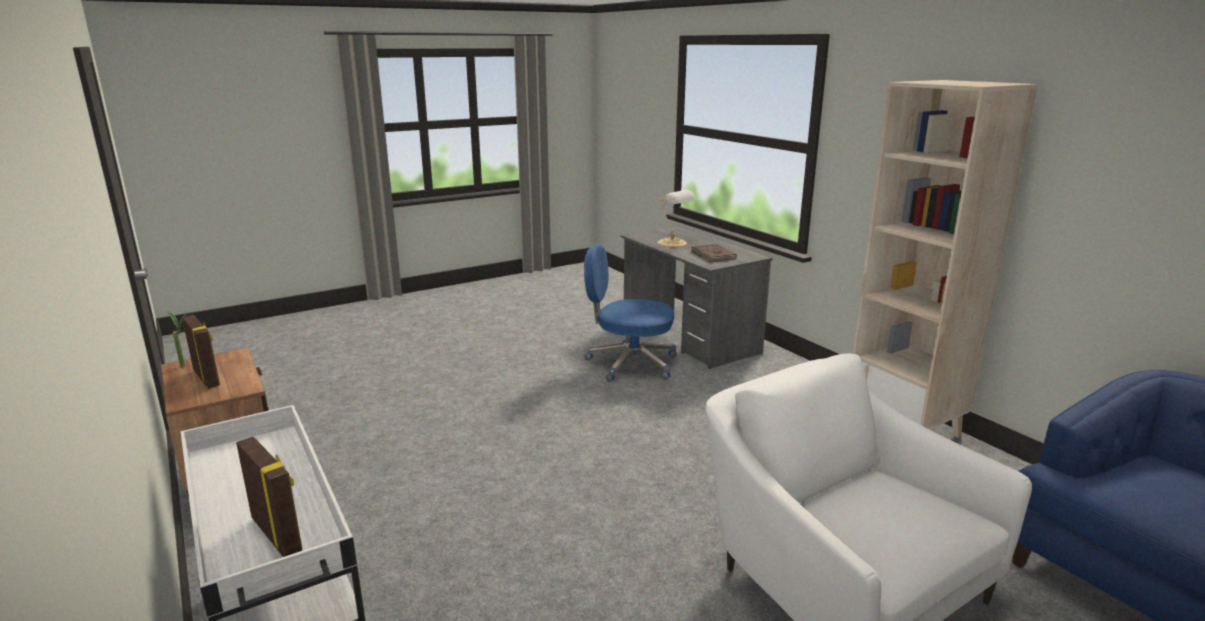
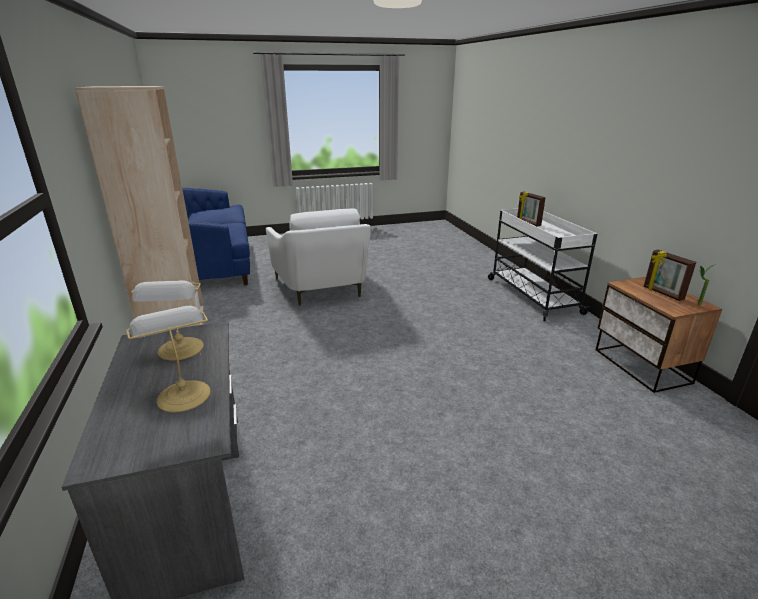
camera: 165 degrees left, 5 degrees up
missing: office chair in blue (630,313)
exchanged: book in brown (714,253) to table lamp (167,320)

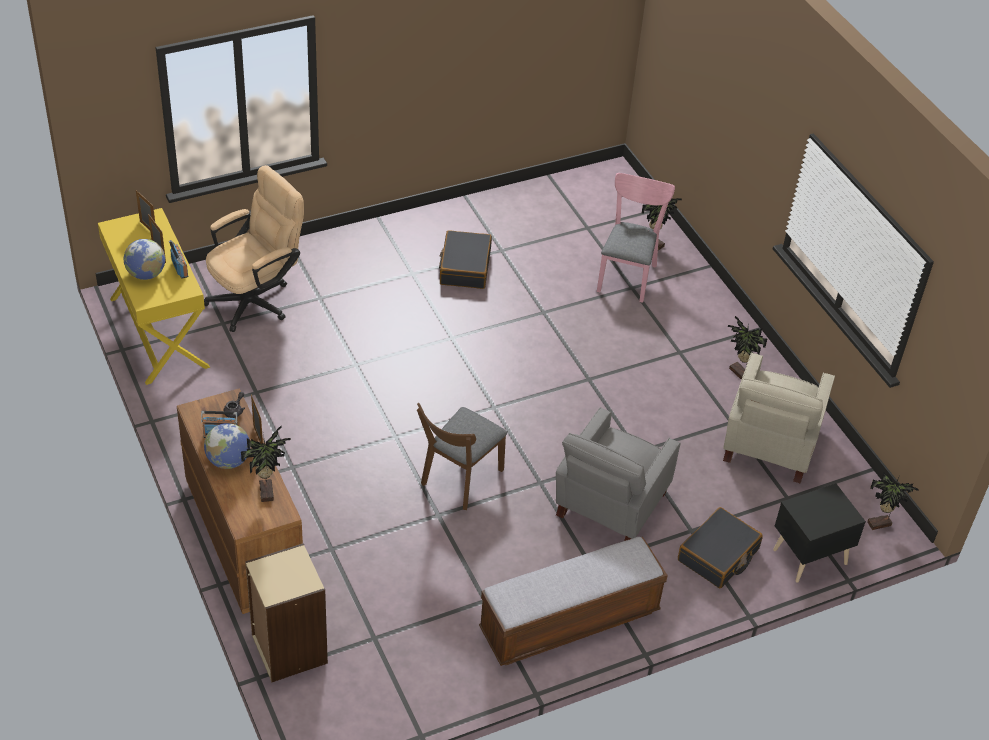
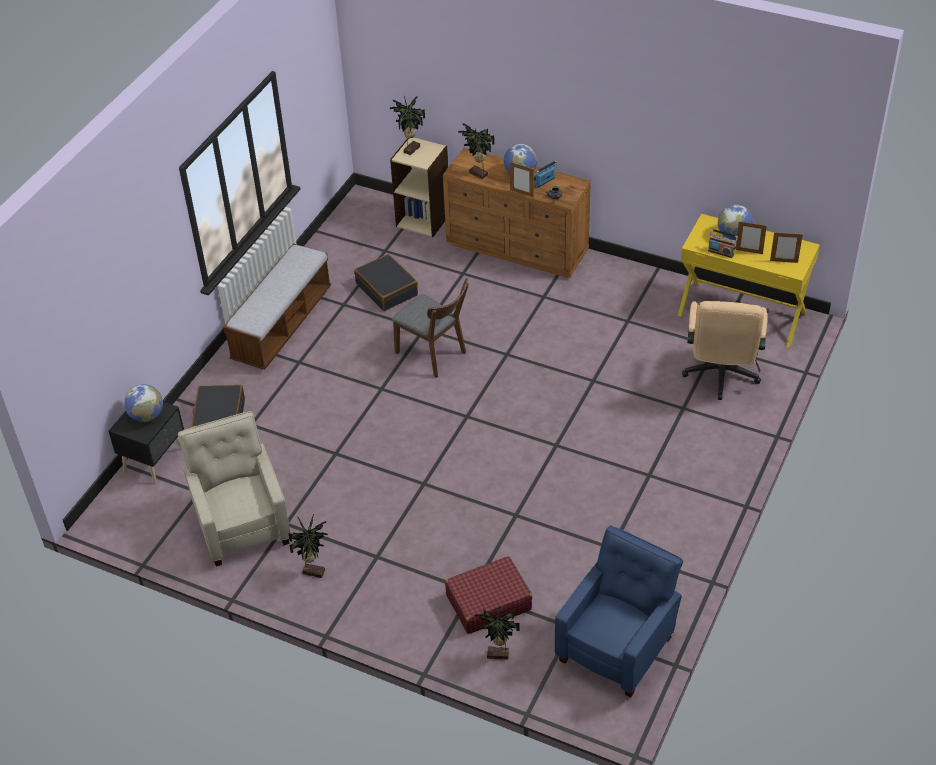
camera: 145 degrees right, 0 degrees up
missing: armchair in grey (618,474)
appeared: globe (143,403); armchair in blue (619,612)
relocated: suitcase in black (465,259) to (386,282); potted plant (893,501) to (407,125)
exchanged: chair in pink (636,238) to suitcase in red (488,595)
spun: chair in brown (462,456) = (430,328) 135 degrees clockwise

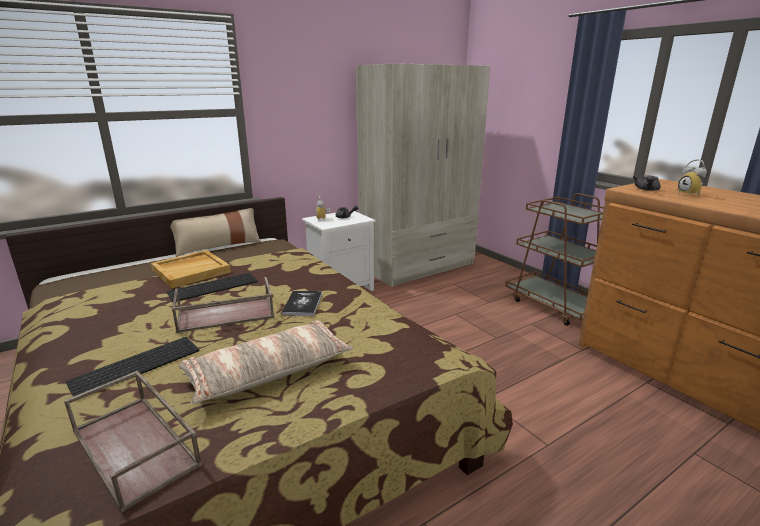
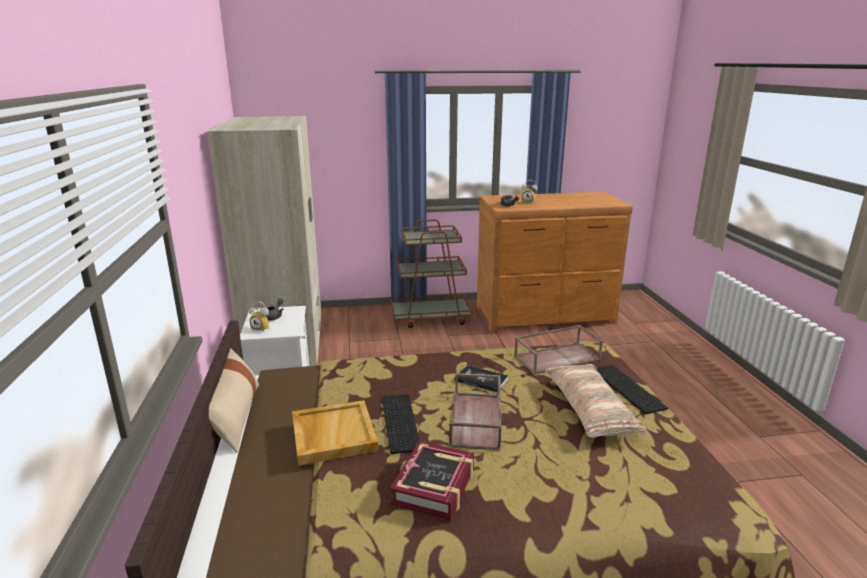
camera: 65 degrees left, 0 degrees up
appeared: book (432,481)
relocated: keyboard (132,367) to (632,389); tray in brown (133,441) to (558,349)

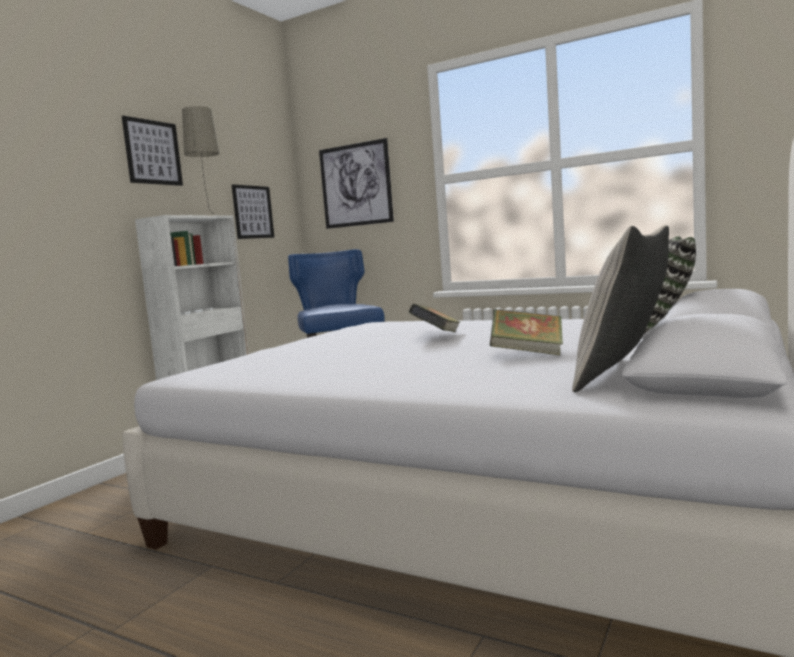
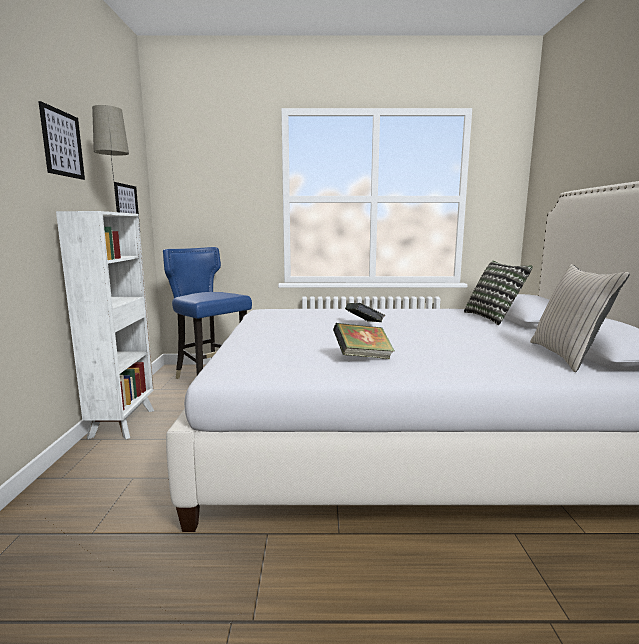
camera: 30 degrees left, 5 degrees up
missing: picture (356,183)
relocated: book (526,332) to (364,341)

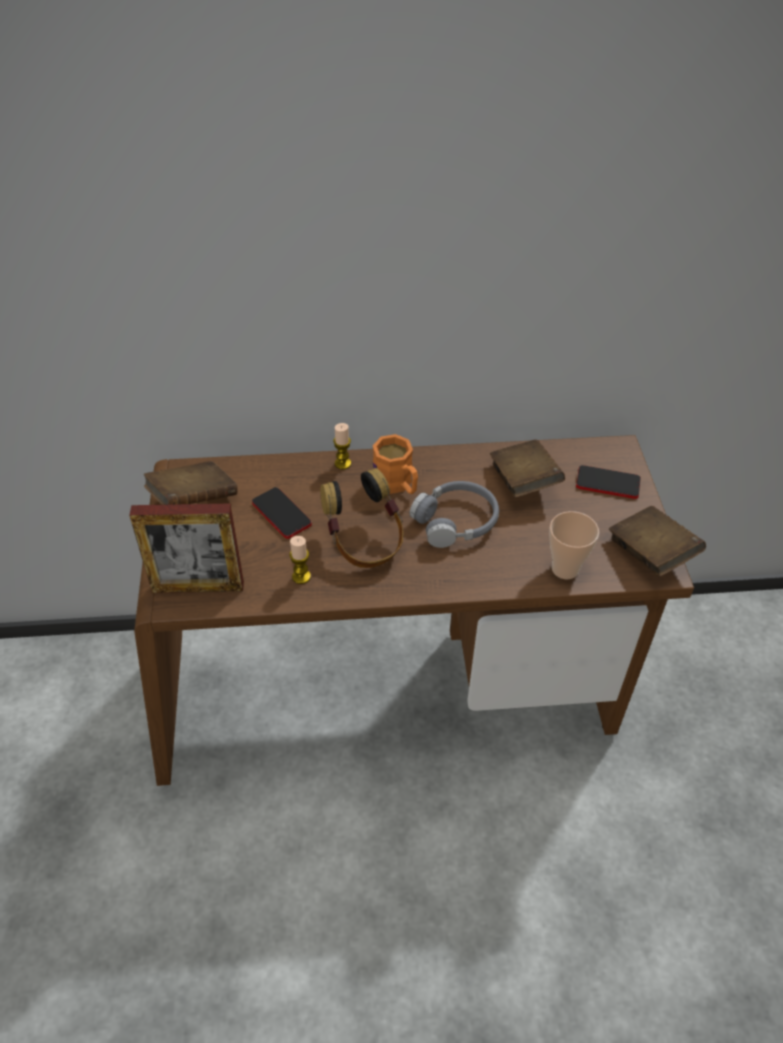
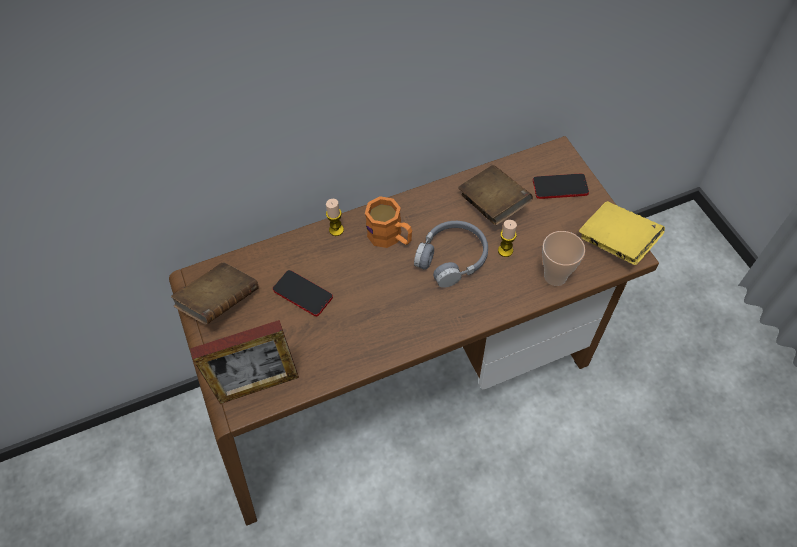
camera: 15 degrees left, 10 degrees up
missing: headphones (362,518)
relocated: candle (300,560) to (507,238)
colour: book in brown (657,541) to book in yellow (622,233)

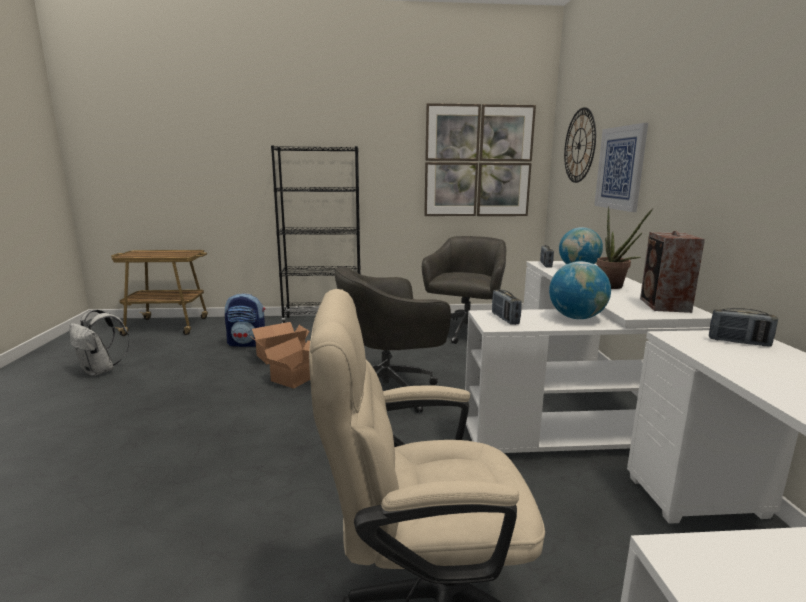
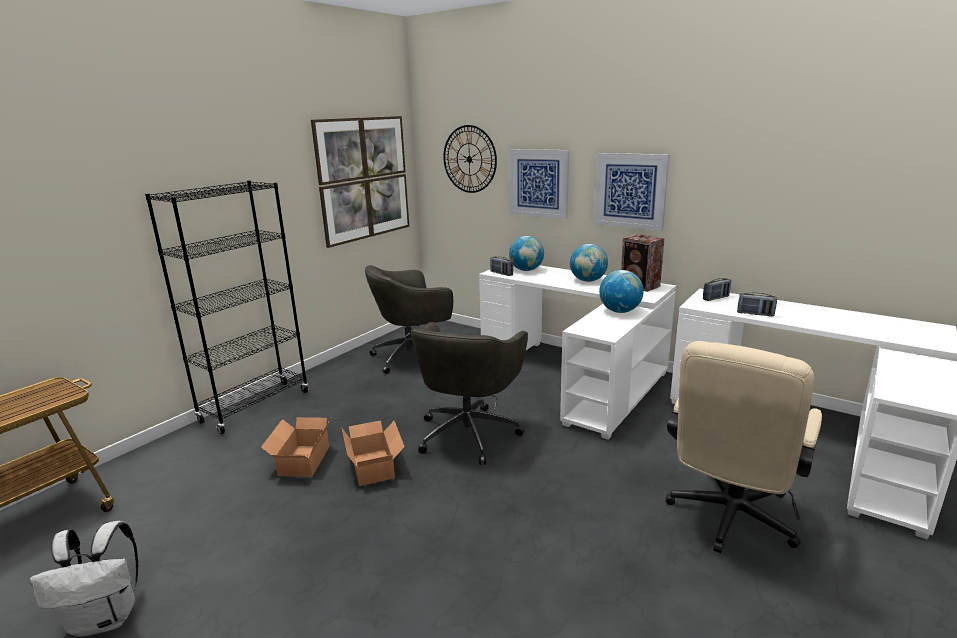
camera: 50 degrees left, 5 degrees up
missing: backpack (245,320)
appeared: picture (632,192)
relocated: radio (507,307) to (757,304)
exchanged: potted plant (625,247) to globe (589,263)
spun: office chair in grey (464,290) = (409,319) 90 degrees counterclockwise

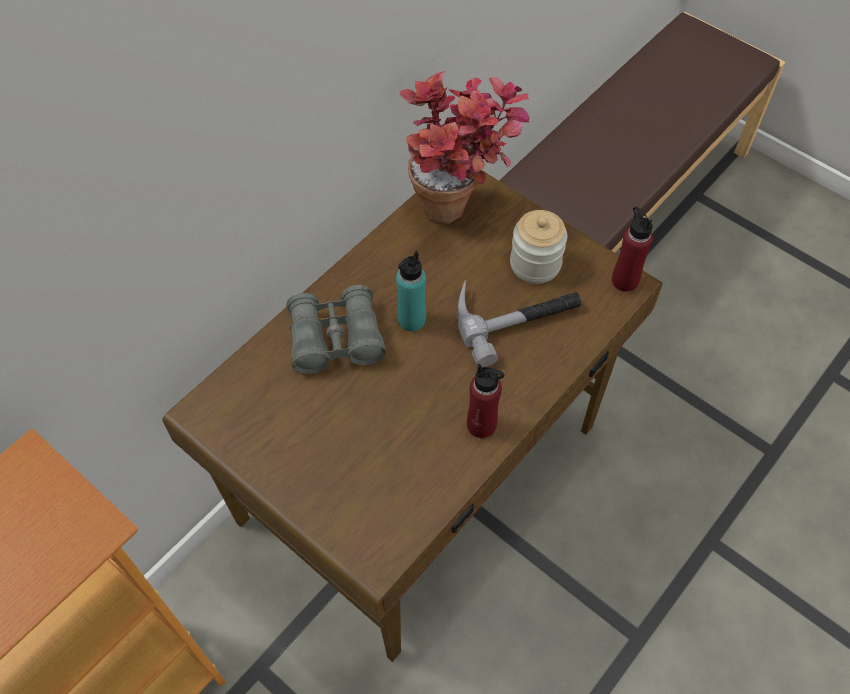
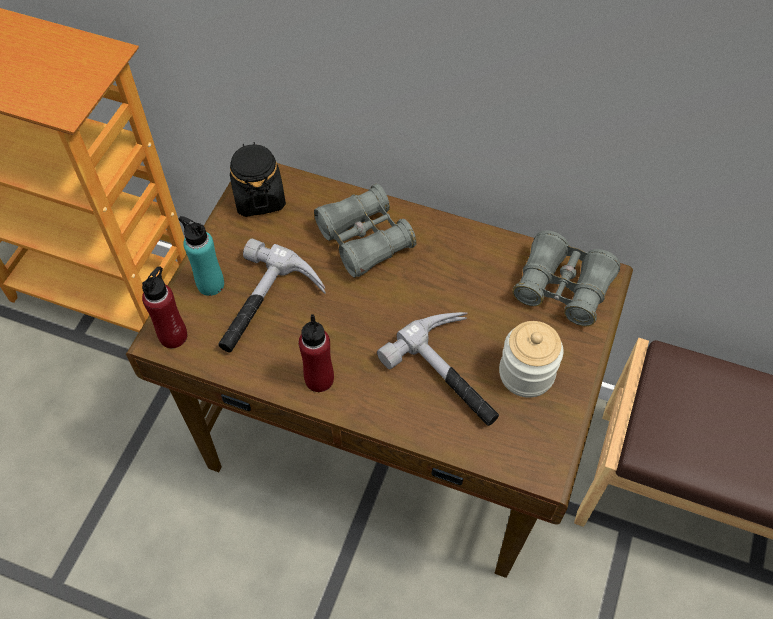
camera: 70 degrees right, 0 degrees up
appeared: jar in black (258,179); hammer (272,295)
relocated: bottle in red (632,249) to (164,307); bottle in turquoise (411,291) to (201,256)
exchanged: potted plant (464,147) to binoculars in grey (567,278)

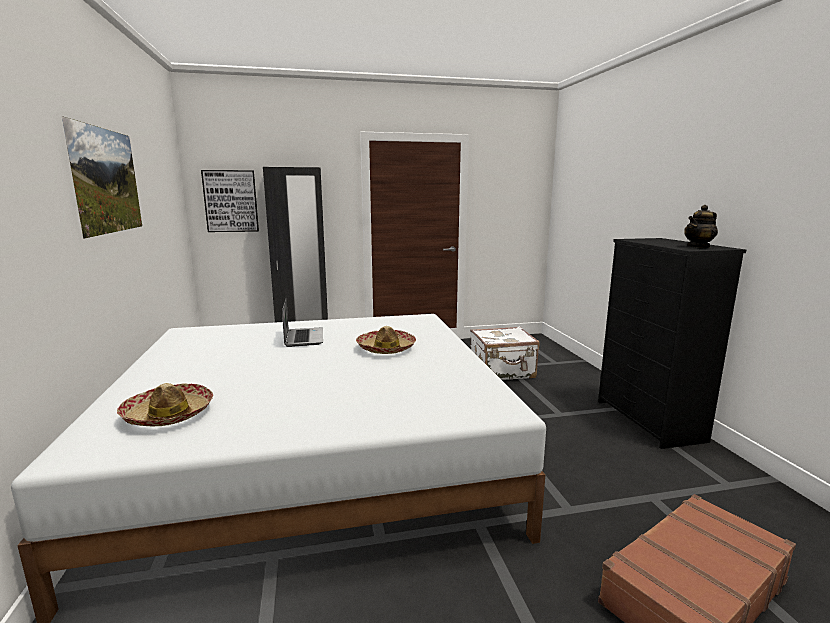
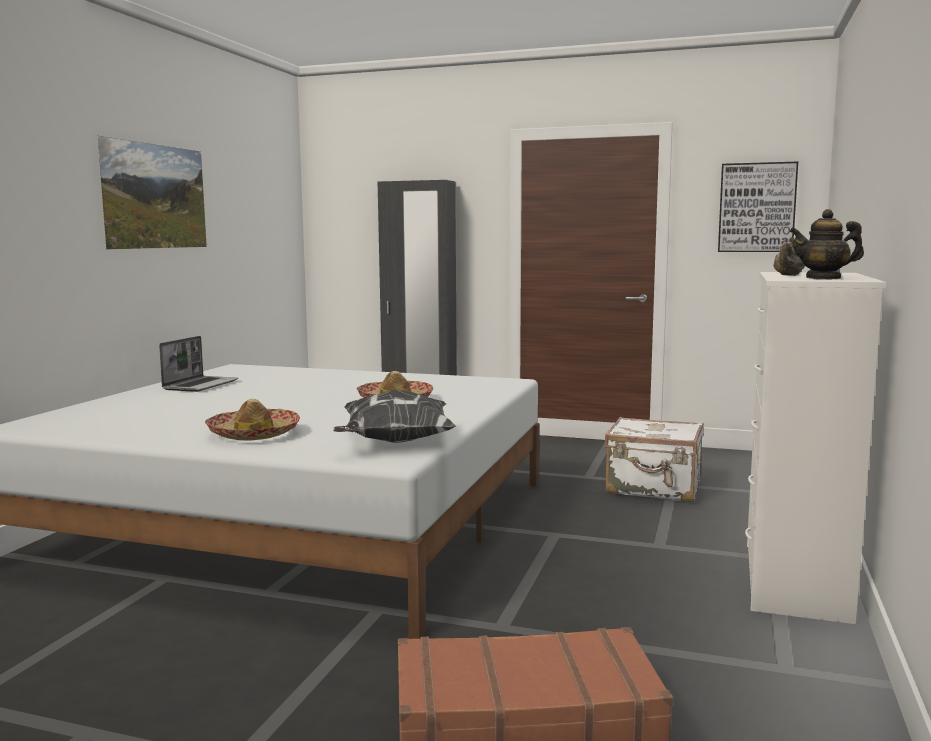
camera: 30 degrees right, 5 degrees down
appeared: teapot in beige (789,256); pillow (394,416)
relocated: picture (230,201) to (758,207); laptop (302,323) to (198,364); hat (165,405) to (252,420)
colour: dresser in black (672,343) to dresser in white (816,448)

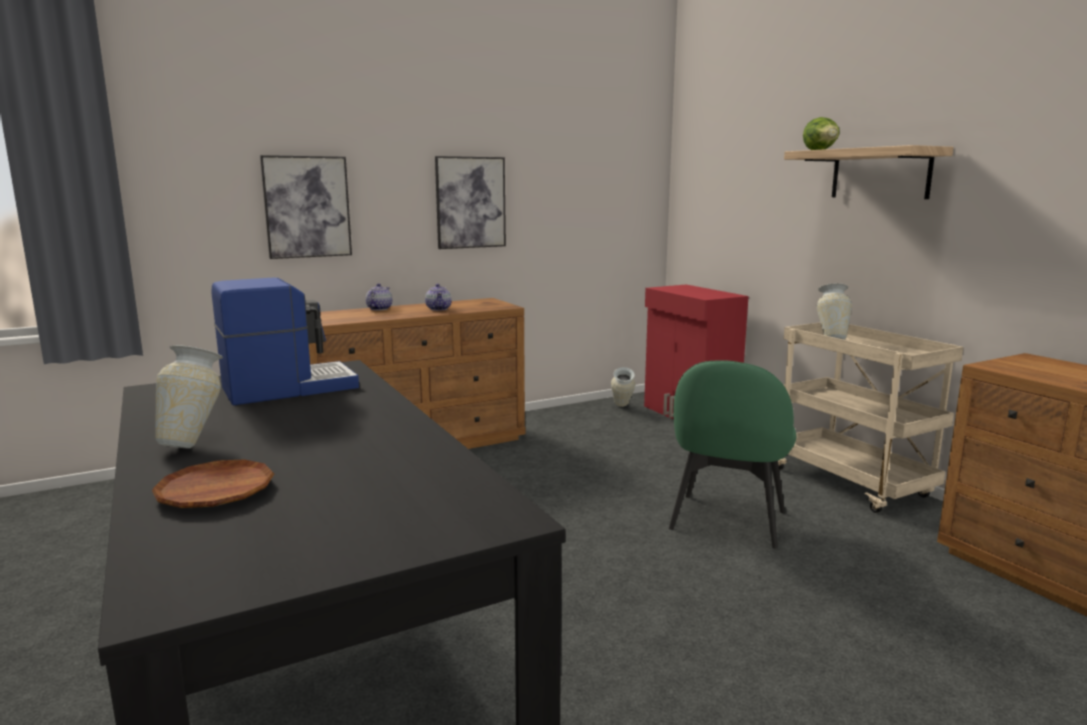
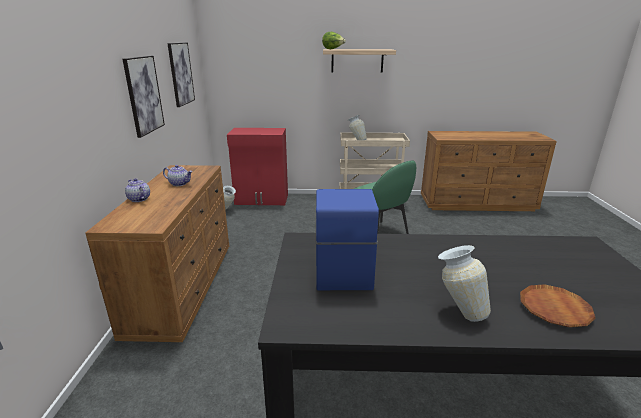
camera: 60 degrees left, 10 degrees up
relocated: picture (306,207) to (181,74)

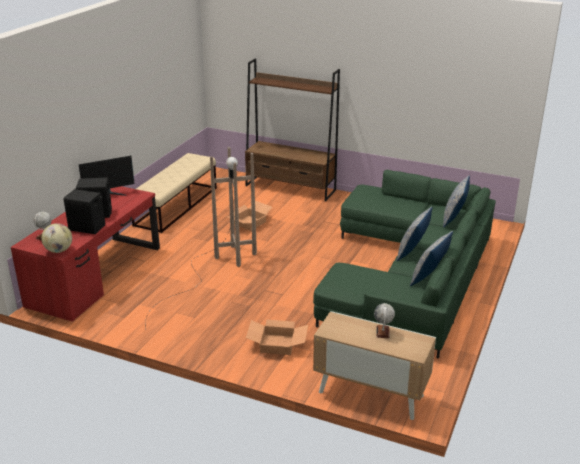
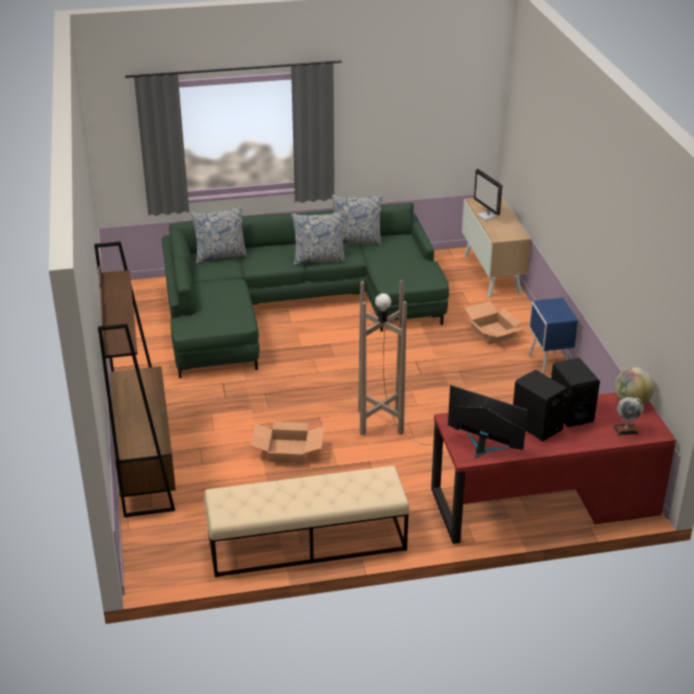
camera: 125 degrees left, 5 degrees up
appeared: nightstand in blue (553,336)
exchanged: globe (384,320) to monitor (488,195)

